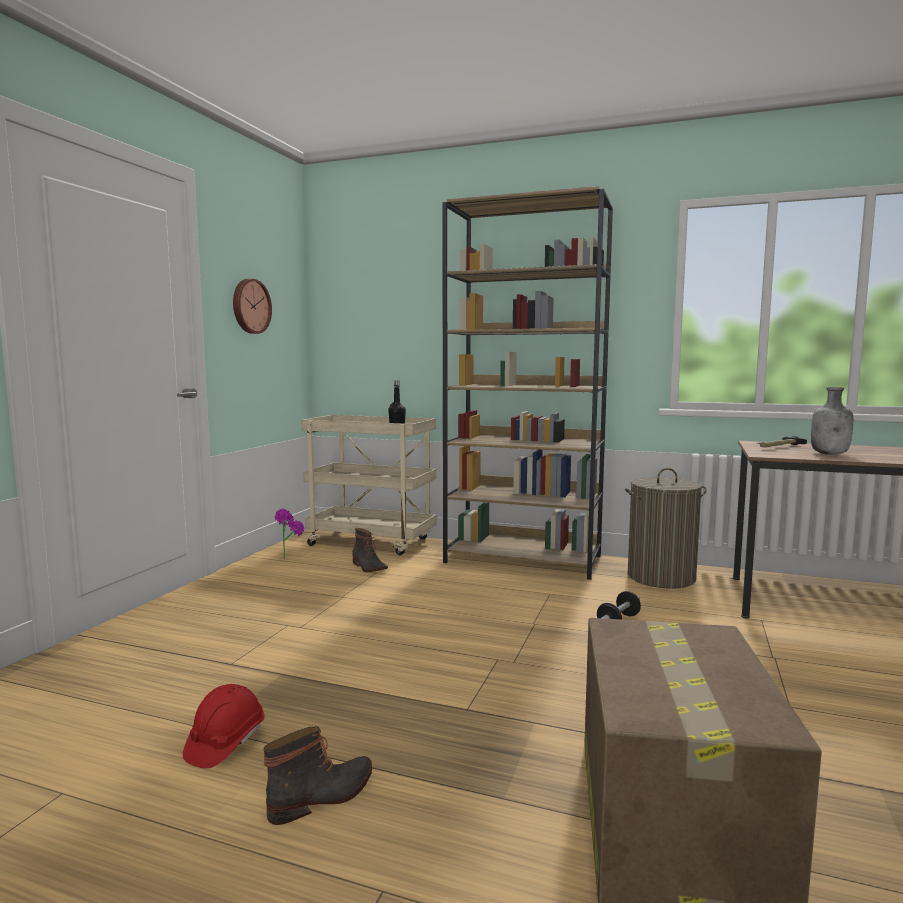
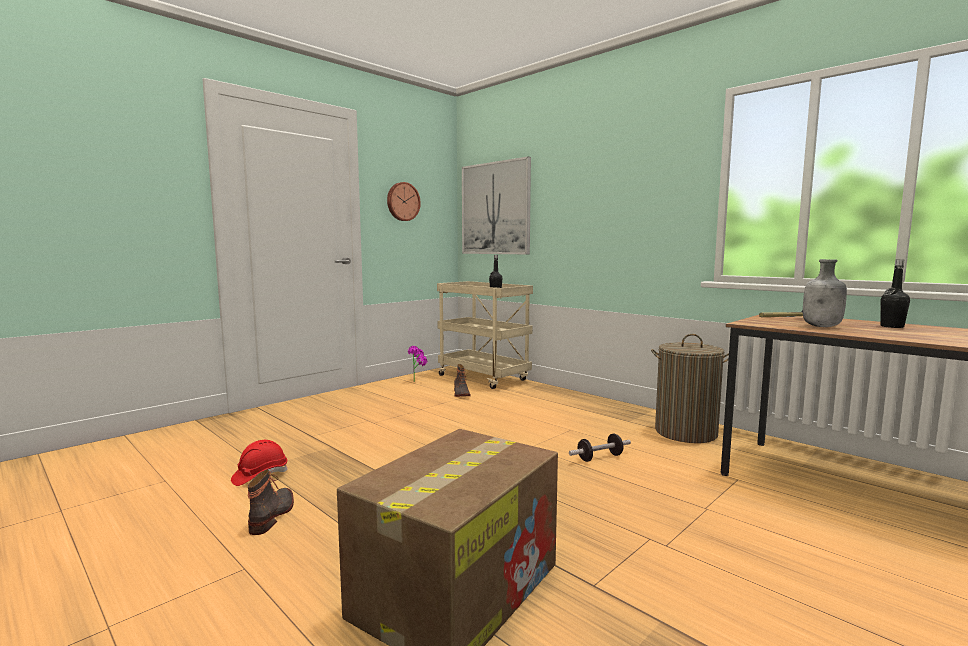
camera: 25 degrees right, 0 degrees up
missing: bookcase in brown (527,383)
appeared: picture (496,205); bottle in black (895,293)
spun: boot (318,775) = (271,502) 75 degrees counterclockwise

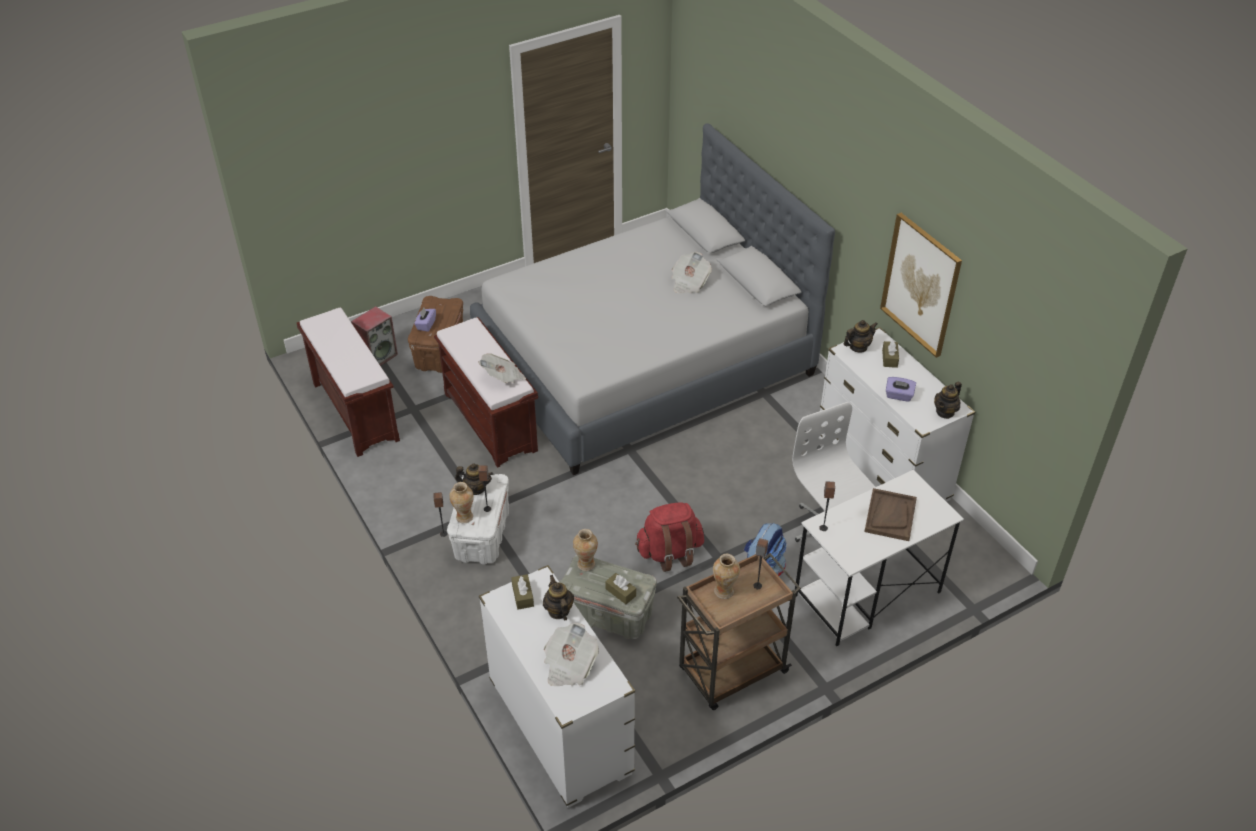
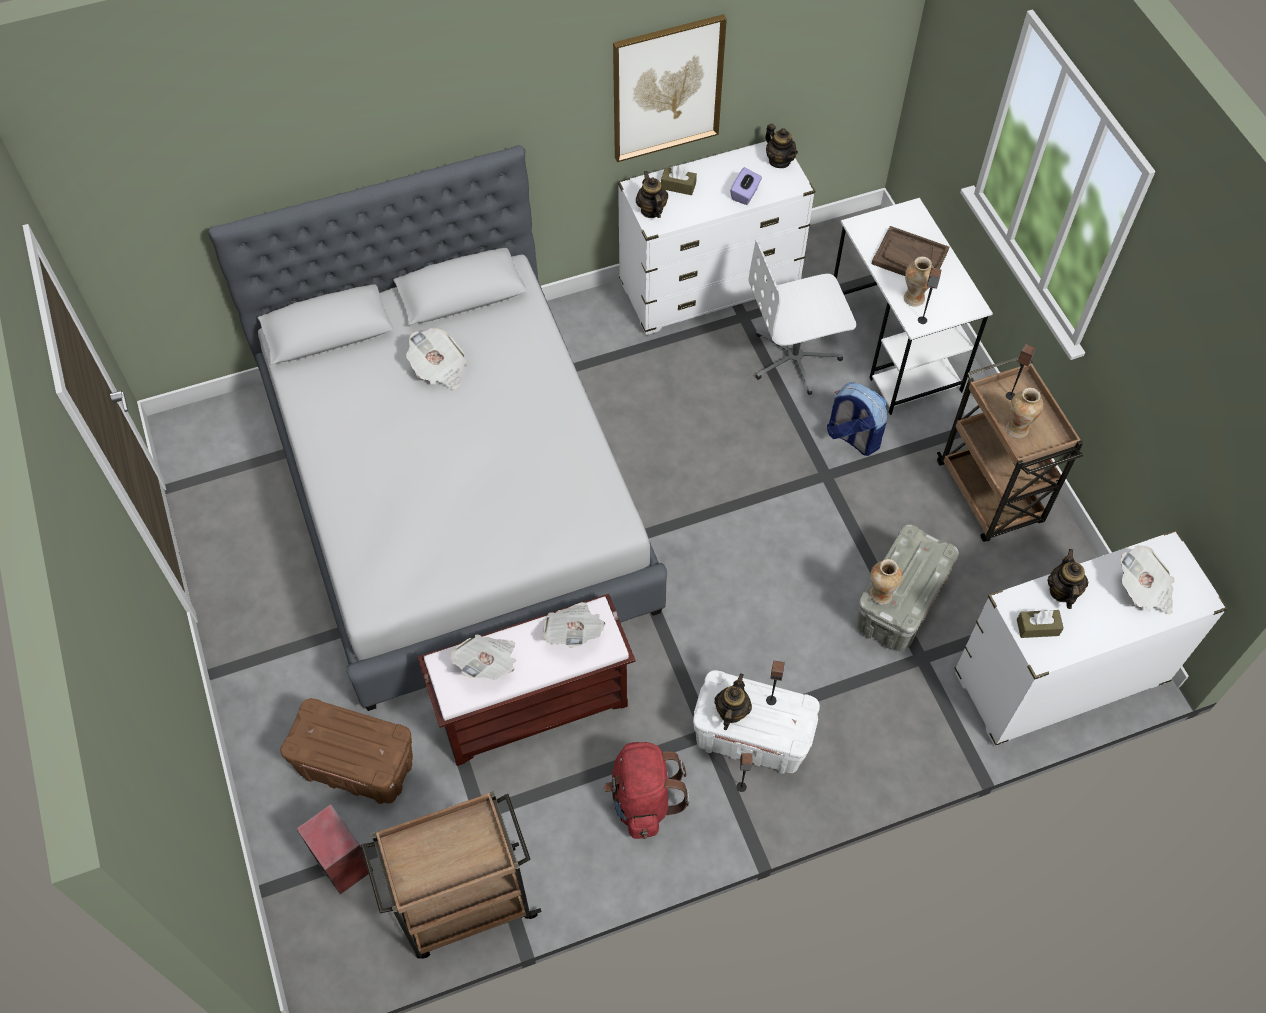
camera: 80 degrees left, 15 degrees up
missing: tissue box in purple (425,320); tissue box in brown (620,588)
appeared: newspaper (483,657)
relocated: vase (461,502) to (919,281); backpack in red (669,537) to (647,790)
exchanged: bench in brown (348,382) to cart in brown (451,875)
spun: teapot (558,597) = (1068,579) 105 degrees clockwise

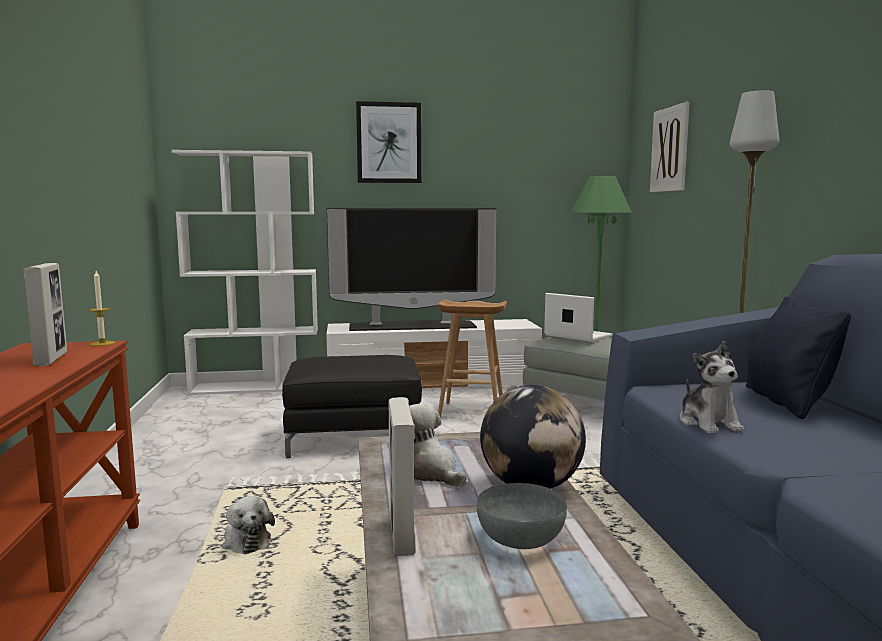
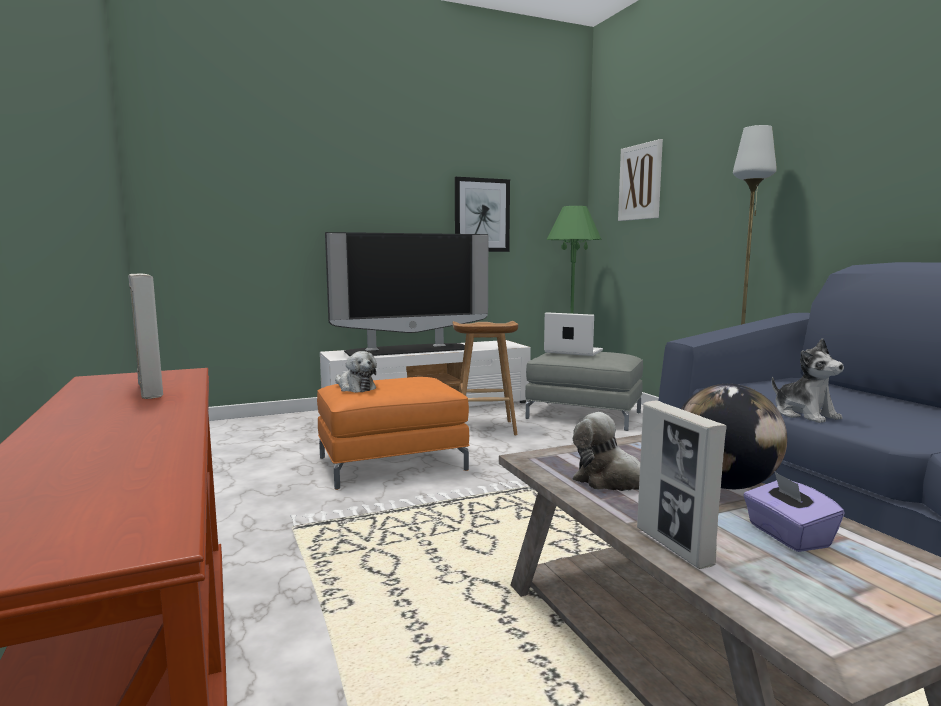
camera: 15 degrees left, 0 degrees up
missing: bookcase in white (245,272); candle (102,308); pillow in black (798,357)
relocated: picture (388,142) to (482,214); plush toy (248,525) to (356,372)
exchanged: bowl in grey (522,516) to tissue box in purple (794,511)
colour: ottoman in black (352,406) to ottoman in orange (393,433)

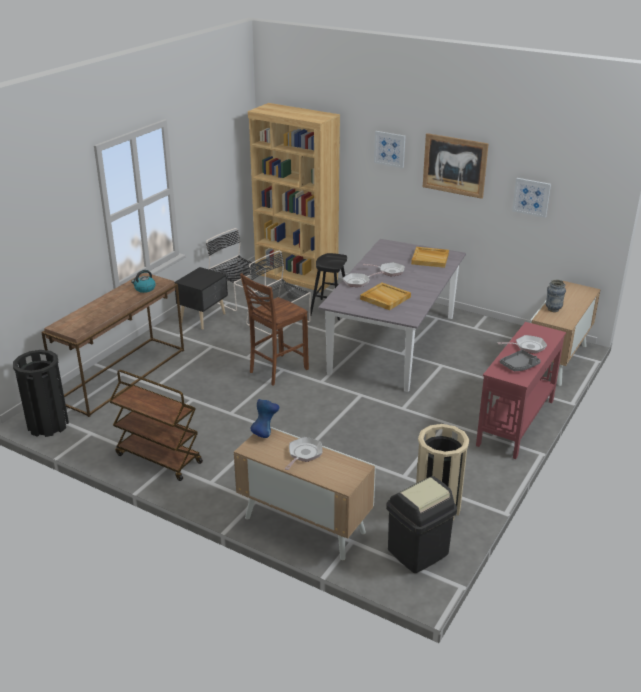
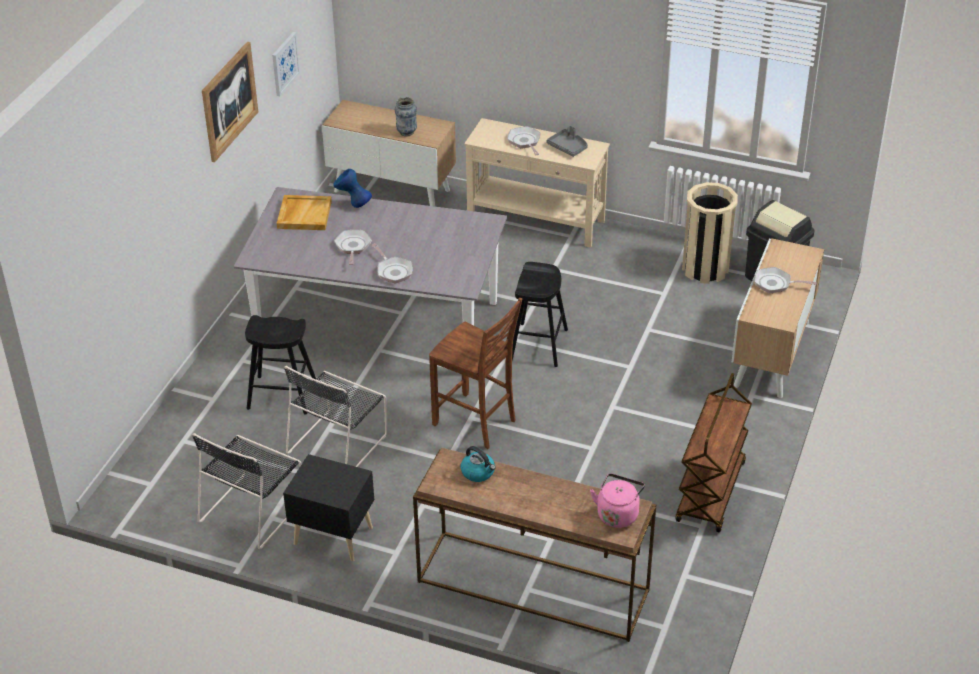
camera: 100 degrees left, 10 degrees up
missing: bookcase in brown (294,198); picture (389,149); tray in beige (385,296); trash can in black (41,393)
appeared: stool in black (540,314); kettle in pink (617,500)
relocated: vase in blue (264,418) to (352,188)
colour: console table in red (521,390) to console table in beige (537,183)

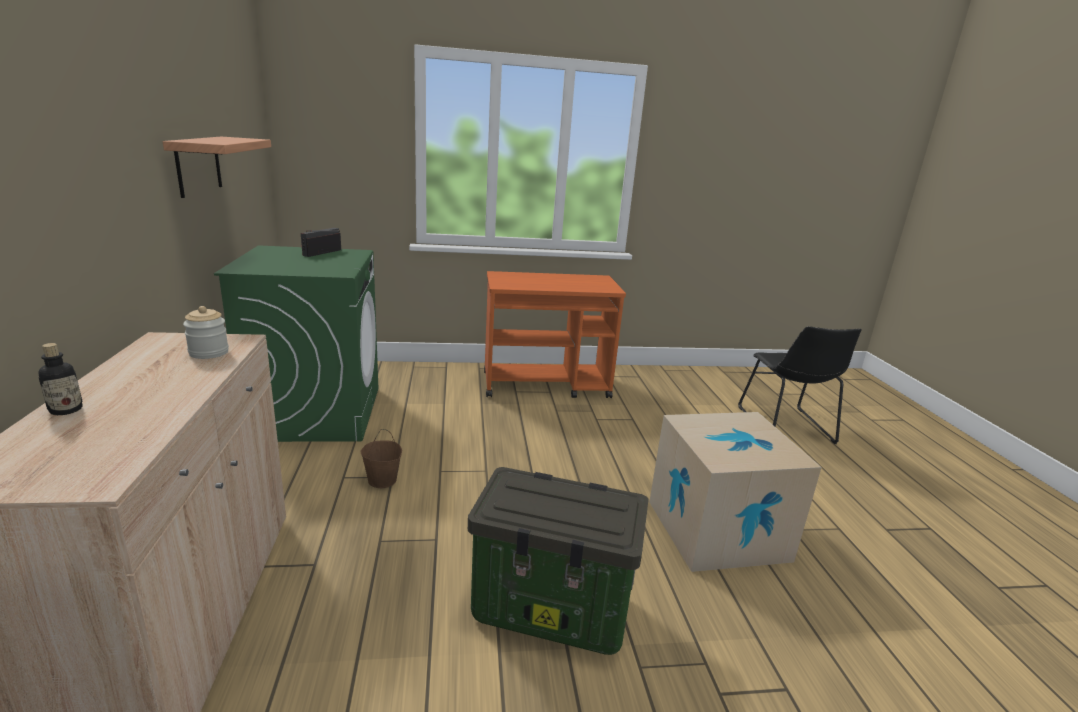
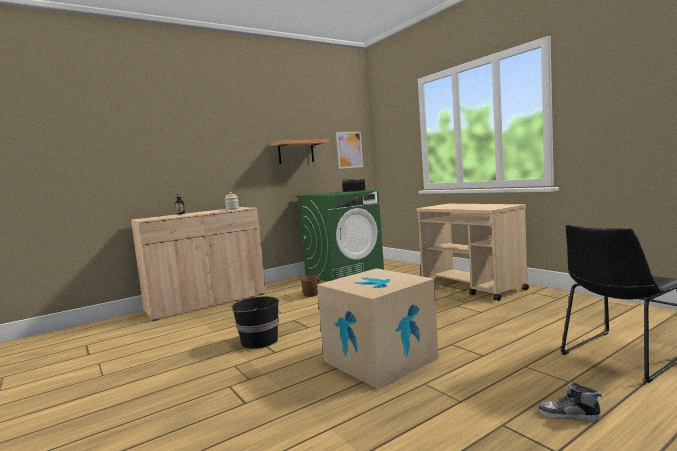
camera: 65 degrees right, 15 degrees down
appeared: picture (349,150); shoe (570,401)
exchanged: storage box (558,561) to bucket in black (254,323)
colour: cart in orange (555,334) to cart in beige (472,252)

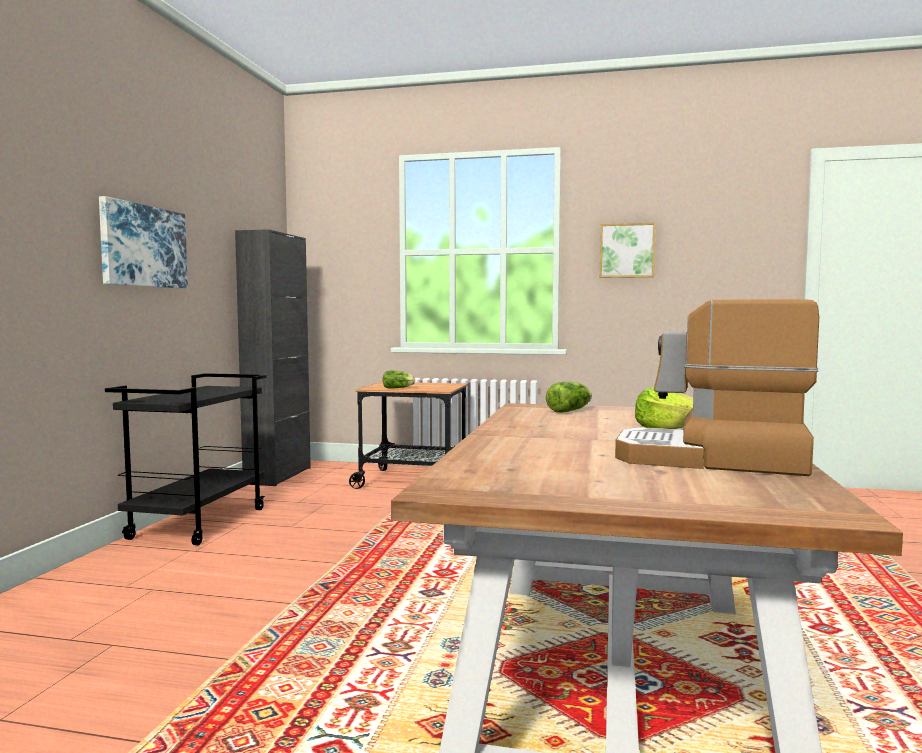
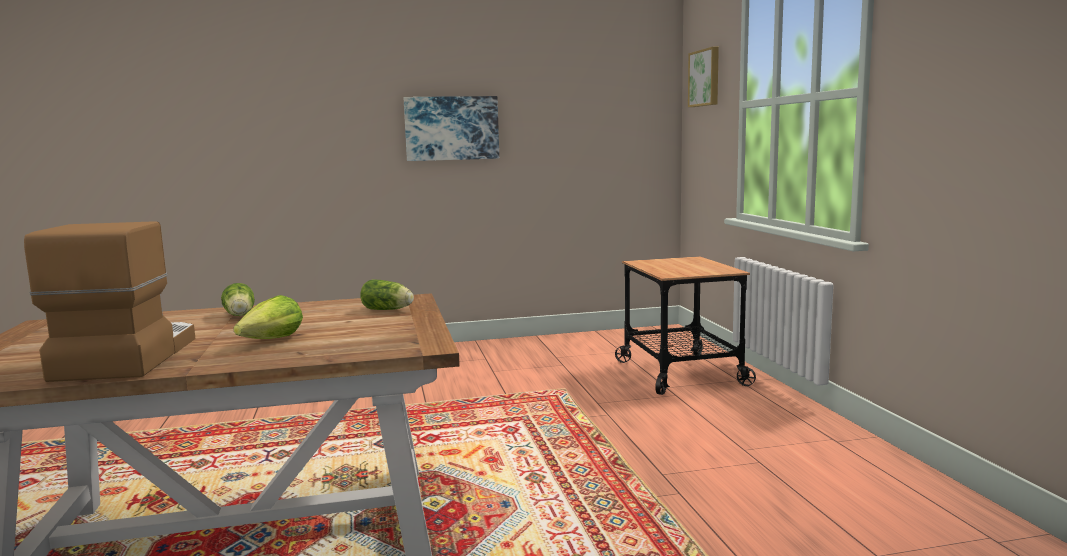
camera: 65 degrees right, 5 degrees up
missing: cabinet in black (273,357); cart in black (186,459)
relocated: picture (628,250) to (703,77); lettuce (399,379) to (238,299)

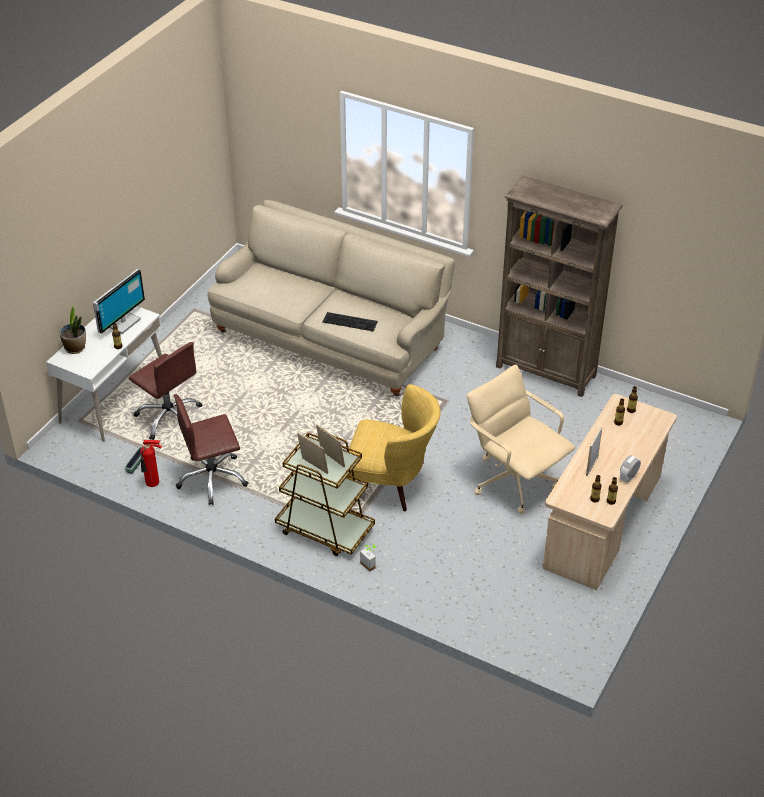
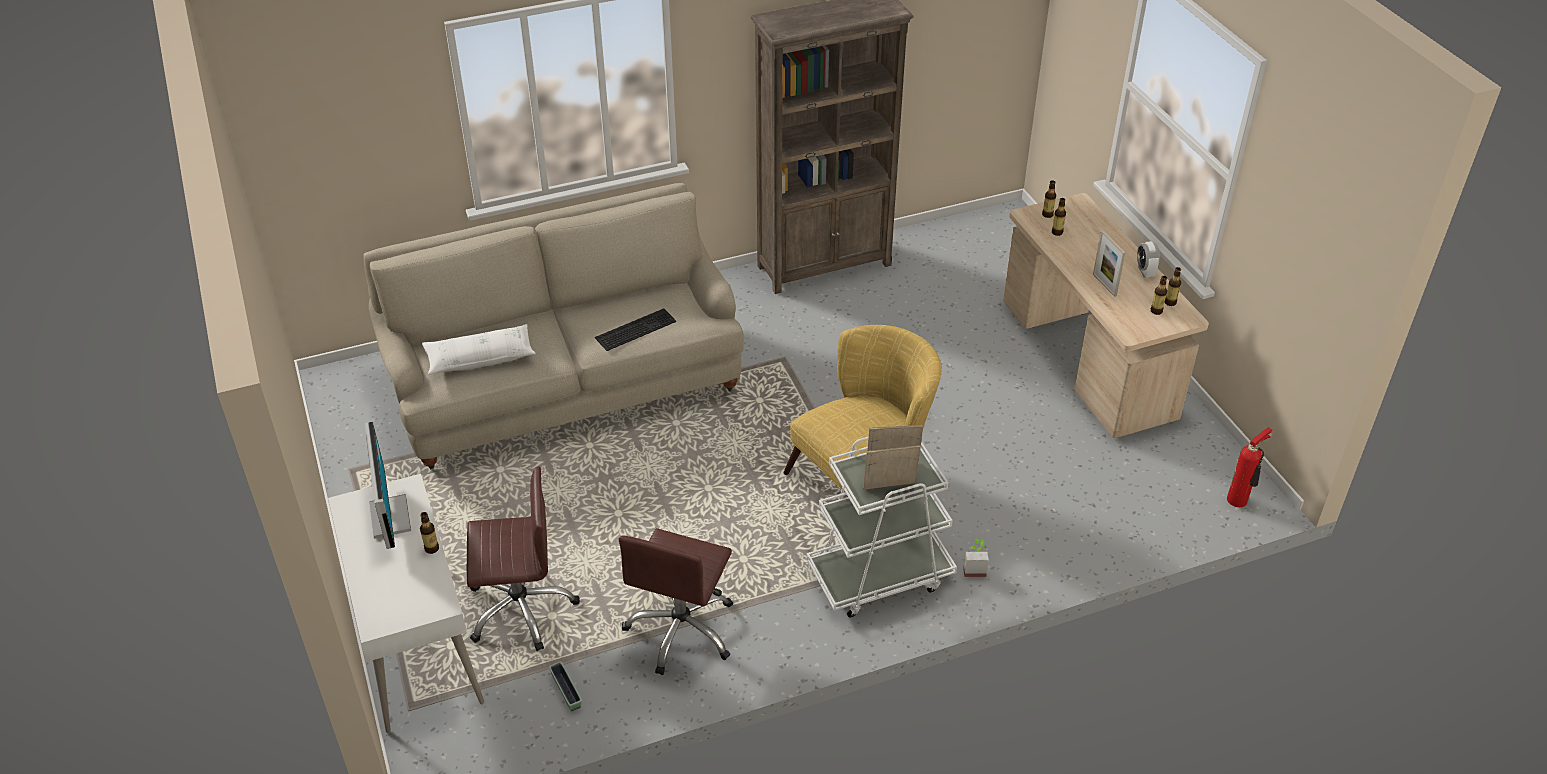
camera: 50 degrees left, 0 degrees up
missing: potted plant (73,329); office chair in beige (521,439)
appeared: pillow in white (479,349)
relocated: fire extinguisher (151,463) to (1249,467)
colour: cart in brown (325,494) to cart in white (882,527)

